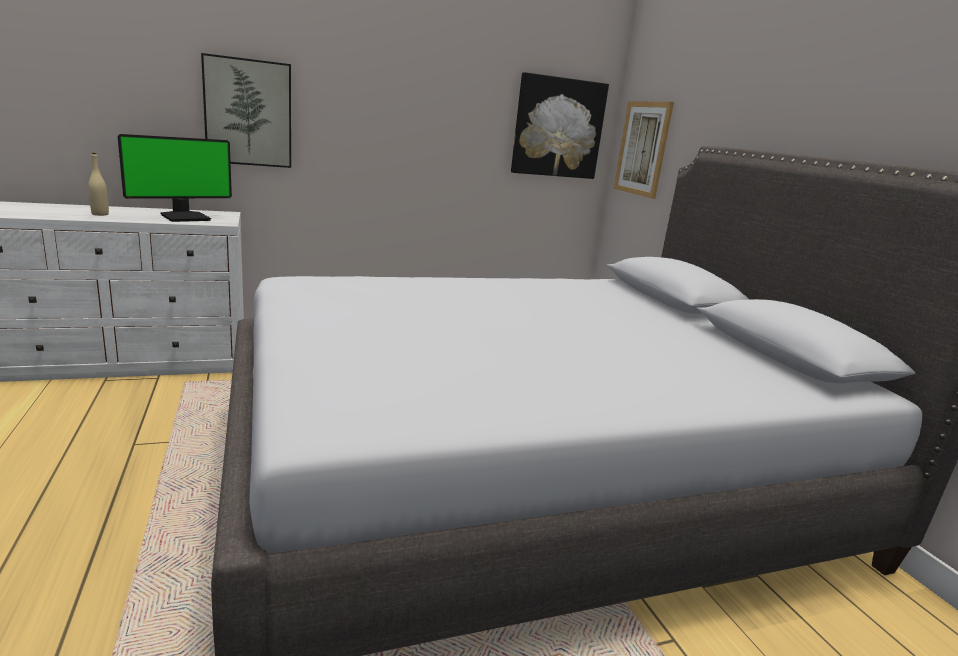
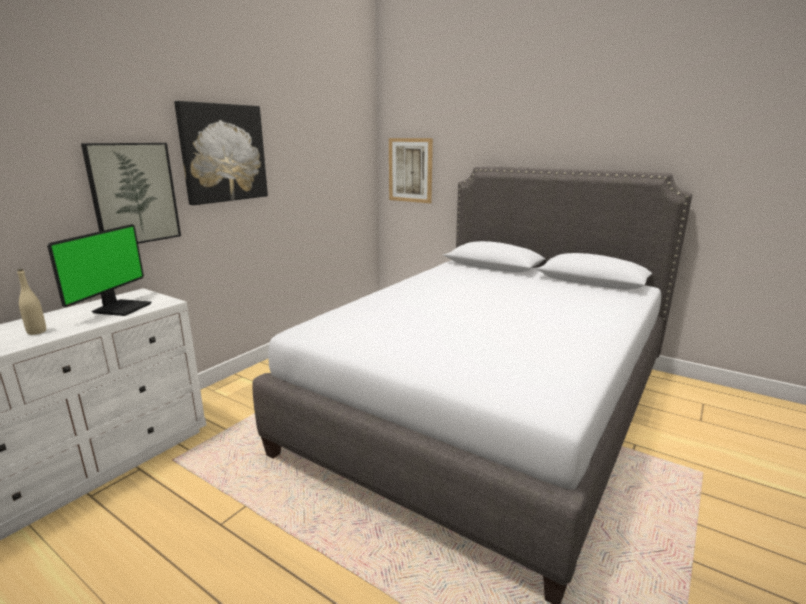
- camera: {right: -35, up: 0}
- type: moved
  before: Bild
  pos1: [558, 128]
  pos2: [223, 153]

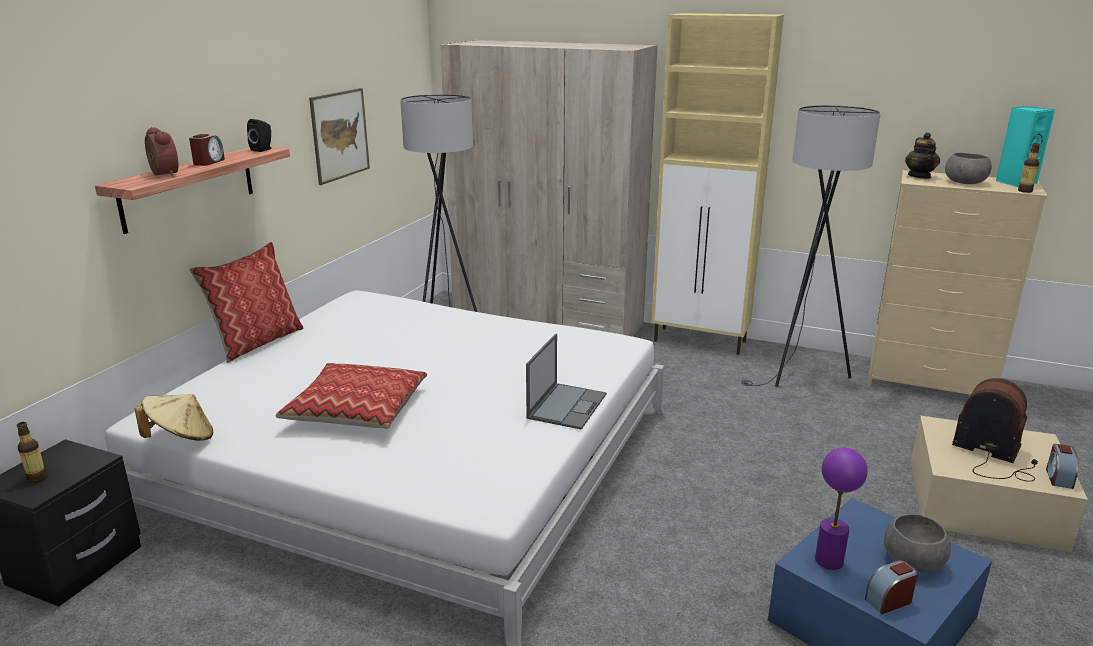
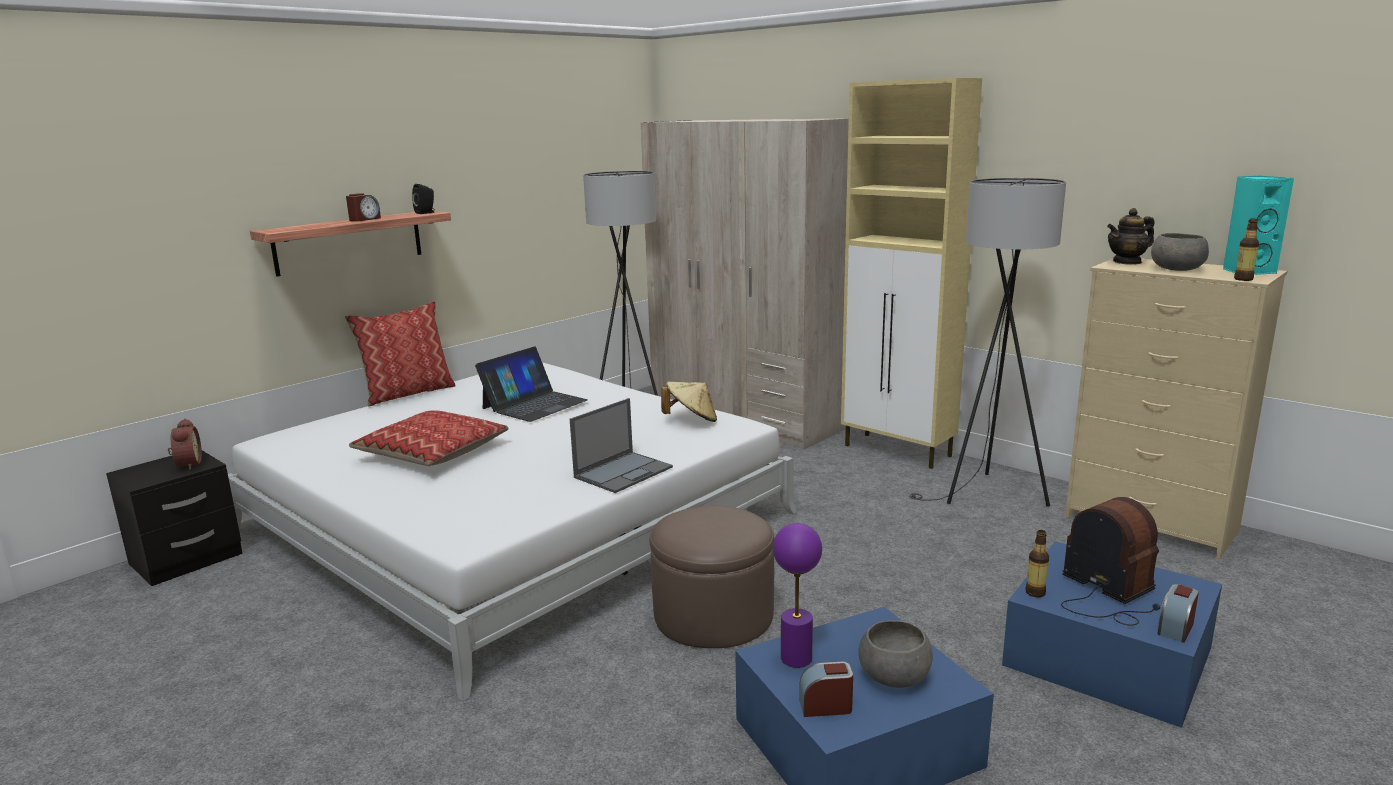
- camera: {right: 20, up: -5}
- type: moved
  before: Flasche
  pos1: [37, 478]
  pos2: [1035, 593]
- type: moved
  before: Hut/beige
  pos1: [181, 438]
  pos2: [691, 420]
- type: moved
  before: Wecker
  pos1: [162, 174]
  pos2: [187, 464]
- type: removed
  before: Bild
  pos1: [340, 135]
- type: turned
  before: Teekanne
  pos1: [919, 176]
  pos2: [1127, 262]
  turn: 45
- type: recoloured
  before: Aufbewahrungsbox/beige
  after: Aufbewahrungsbox/blau
  pos1: [984, 503]
  pos2: [1107, 656]
- type: added
  after: Laptop
  pos2: [534, 404]
- type: added
  after: Polsterhocker/braun
  pos2: [713, 615]

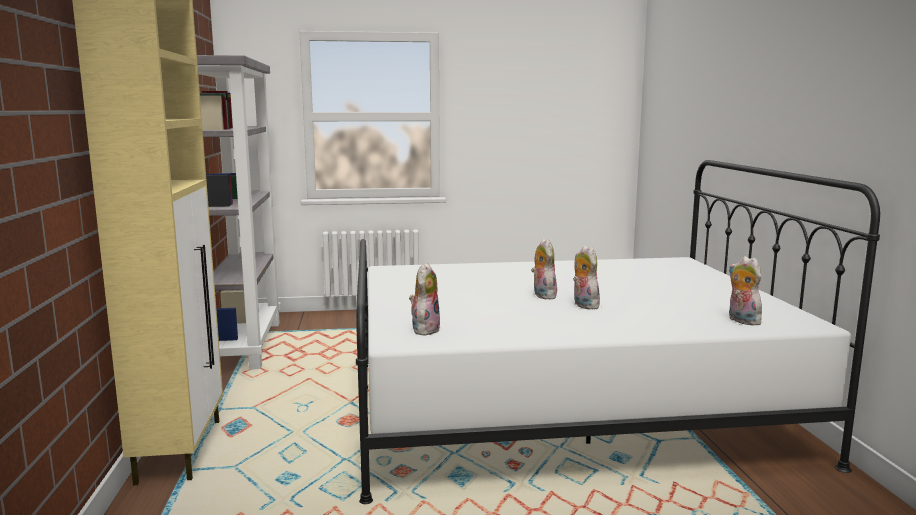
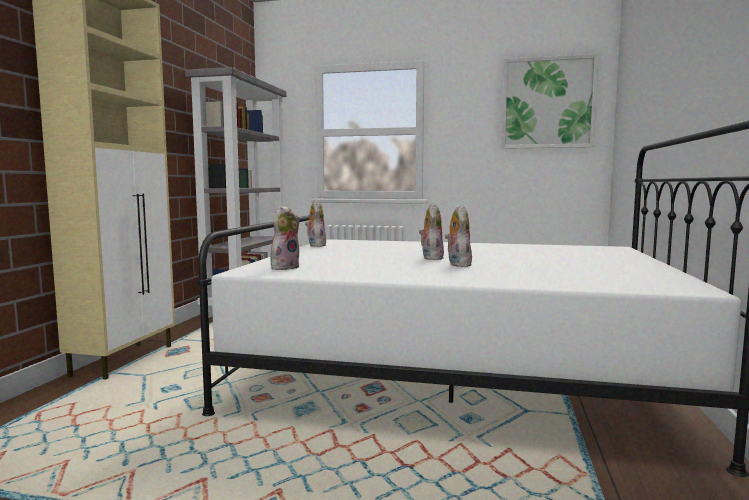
- camera: {right: 20, up: -5}
- type: moved
  before: Plüschtier
  pos1: [741, 321]
  pos2: [315, 245]
- type: added
  after: Bild
  pos2: [548, 103]

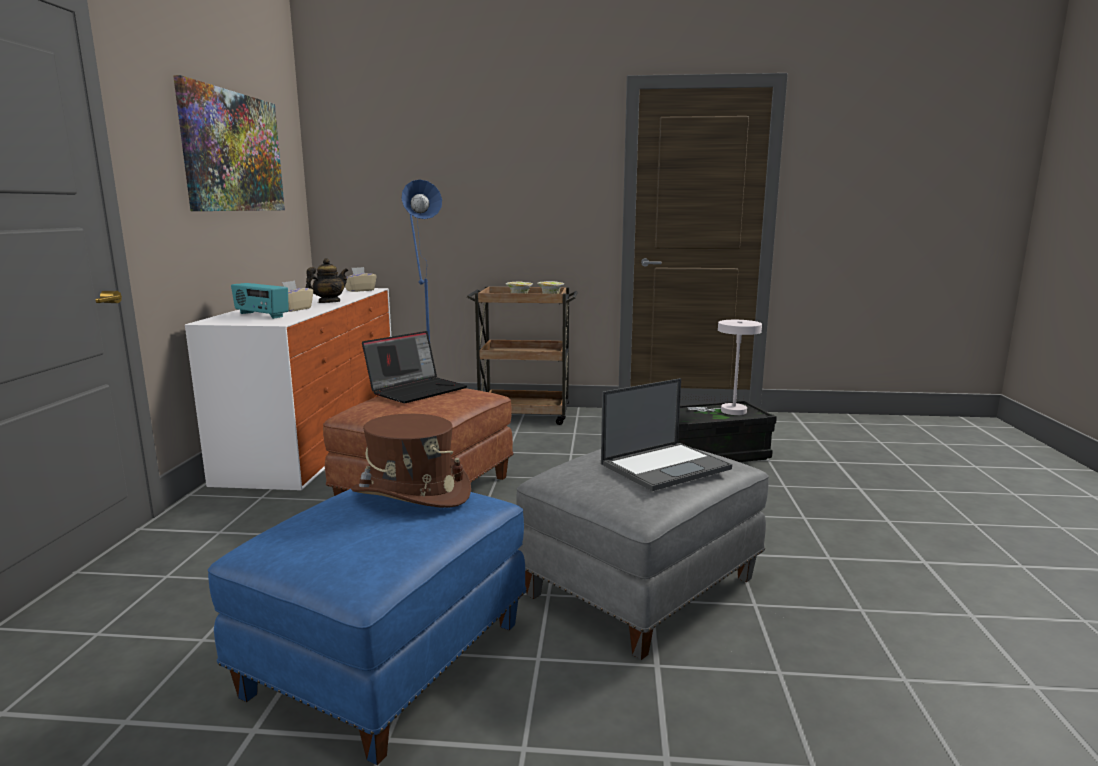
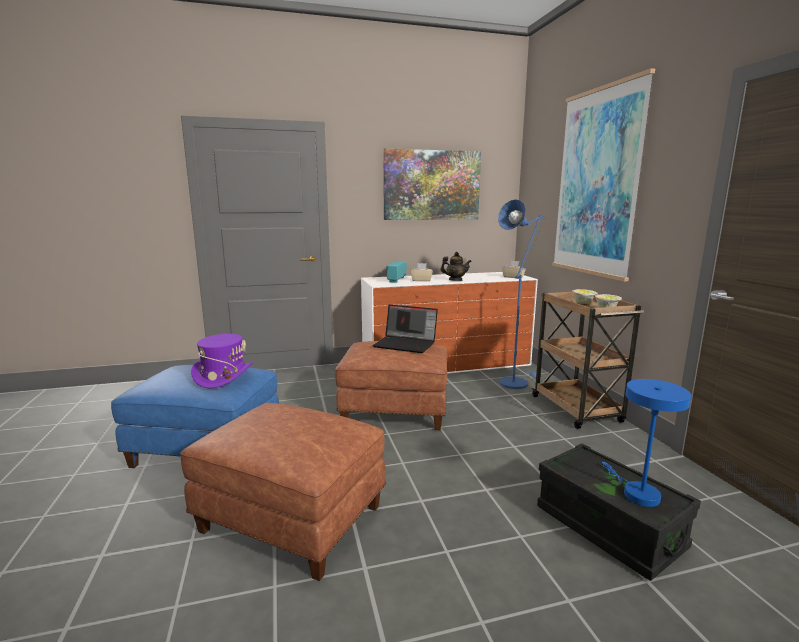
- camera: {right: 70, up: 0}
- type: recoloured
  before: Hut/braun
  after: Hut/lila
  pos1: [411, 493]
  pos2: [223, 376]
- type: recoloured
  before: Polsterhocker/grau
  after: Polsterhocker/braun
  pos1: [641, 585]
  pos2: [294, 518]
- type: removed
  before: Laptop
  pos1: [666, 466]
- type: recoloured
  before: Tischlampe/weiß
  after: Tischlampe/blau
  pos1: [728, 411]
  pos2: [636, 492]
- type: added
  after: Bild
  pos2: [597, 183]

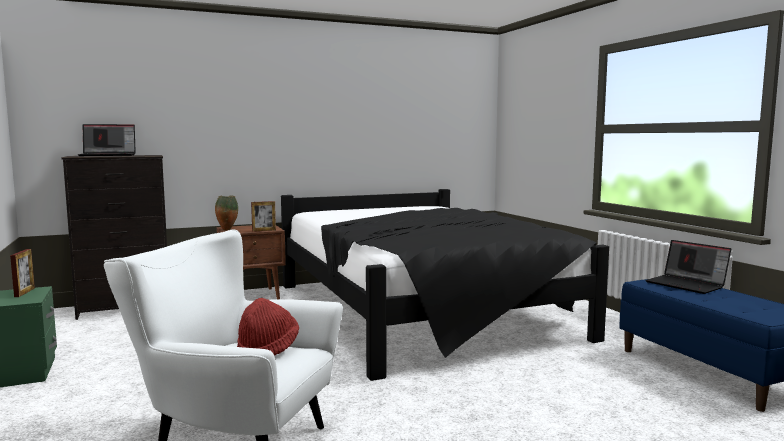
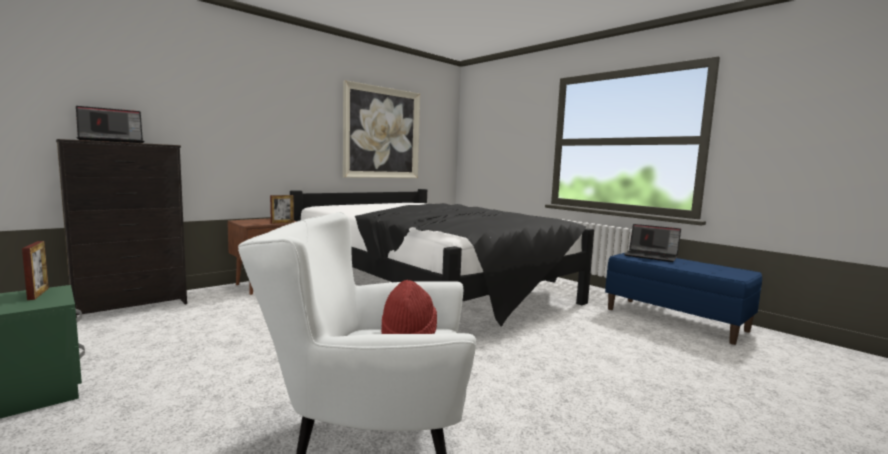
- camera: {right: -20, up: 0}
- type: removed
  before: Vase
  pos1: [227, 229]
- type: added
  after: Bild
  pos2: [382, 133]

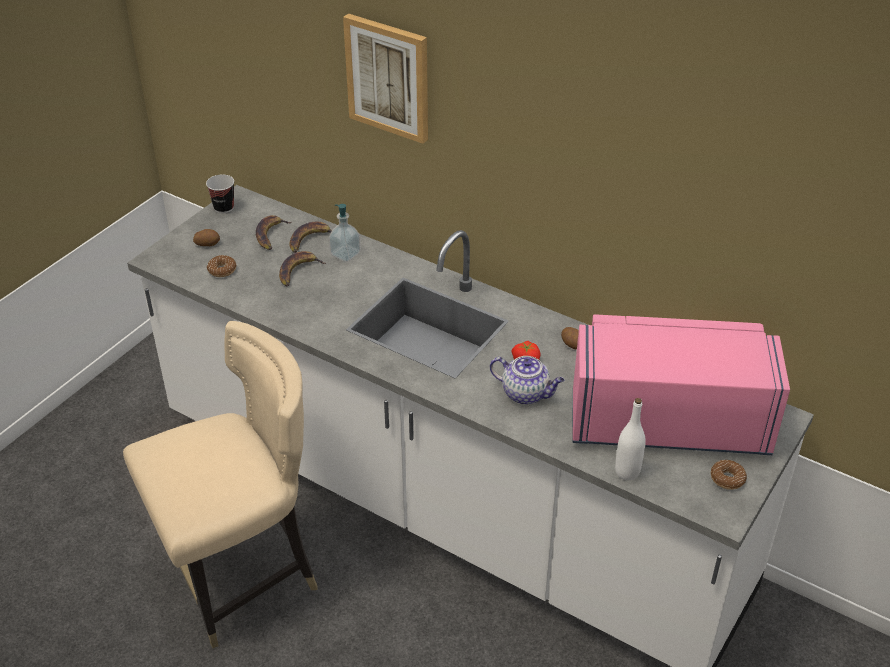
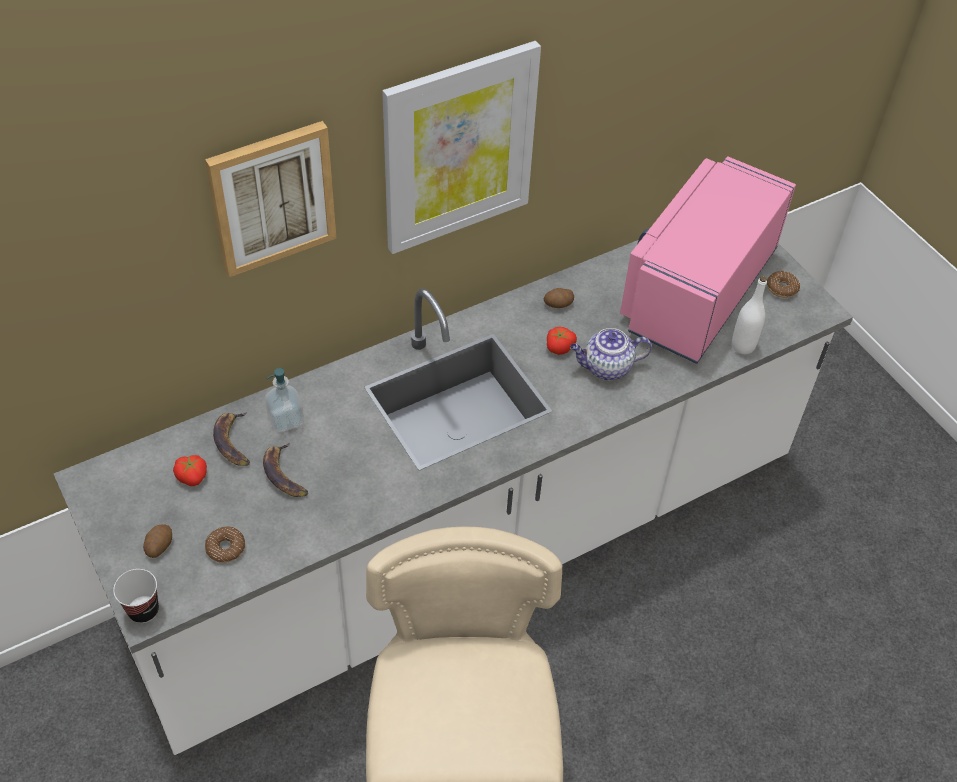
- camera: {right: -65, up: 10}
- type: moved
  before: Tasse
  pos1: [224, 208]
  pos2: [143, 610]
- type: replaced
  before: Banane
  after: Tomate
  pos1: [270, 235]
  pos2: [192, 476]
- type: turned
  before: Teekanne
  pos1: [526, 394]
  pos2: [606, 368]
  turn: -150
- type: added
  after: Bild
  pos2: [458, 148]

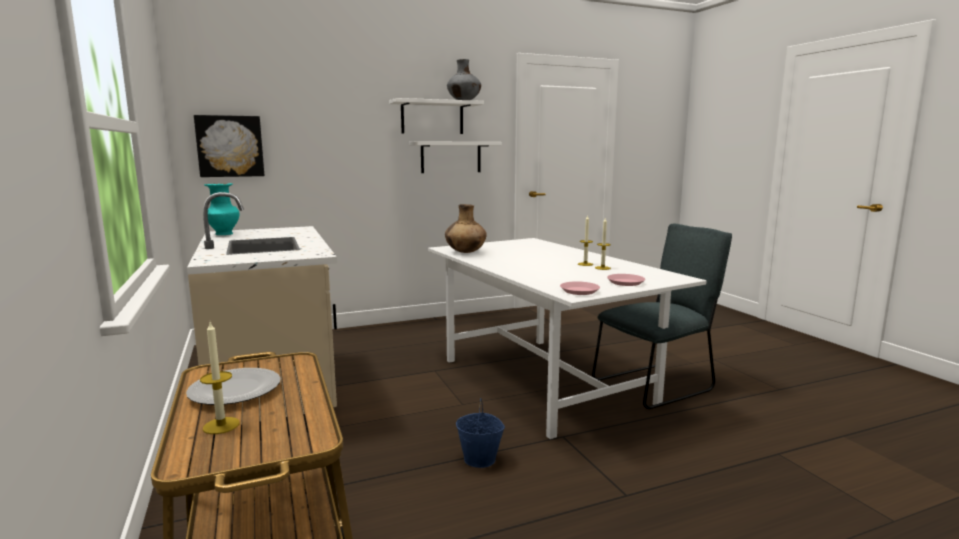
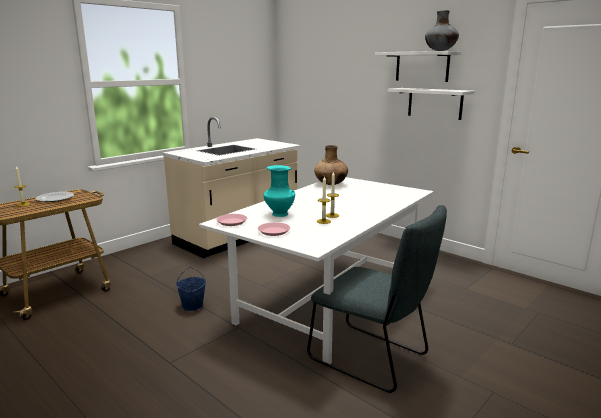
- camera: {right: 65, up: 5}
- type: removed
  before: Bild
  pos1: [230, 146]
- type: moved
  before: Vase/türkis
  pos1: [223, 234]
  pos2: [279, 214]

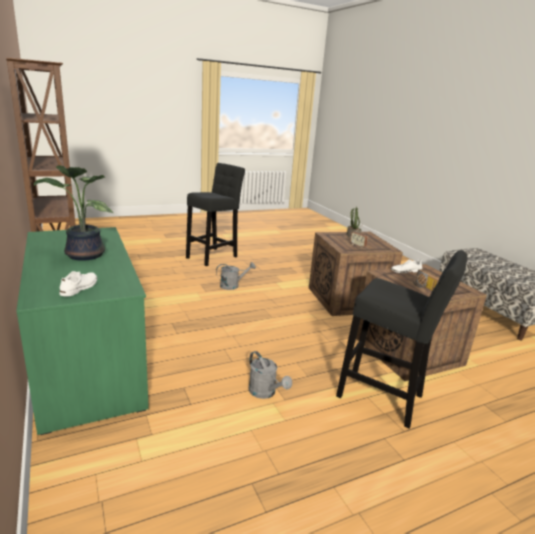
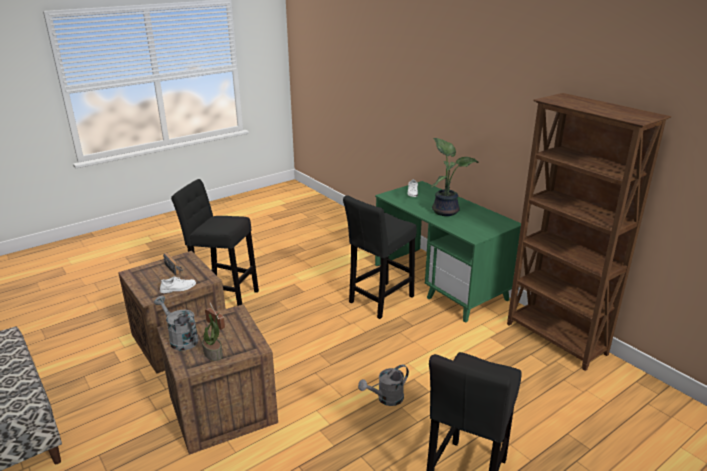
- camera: {right: 170, up: 5}
- type: moved
  before: Gießkanne/grau
  pos1: [265, 393]
  pos2: [180, 339]
- type: added
  after: Hocker/schwarz
  pos2: [379, 301]

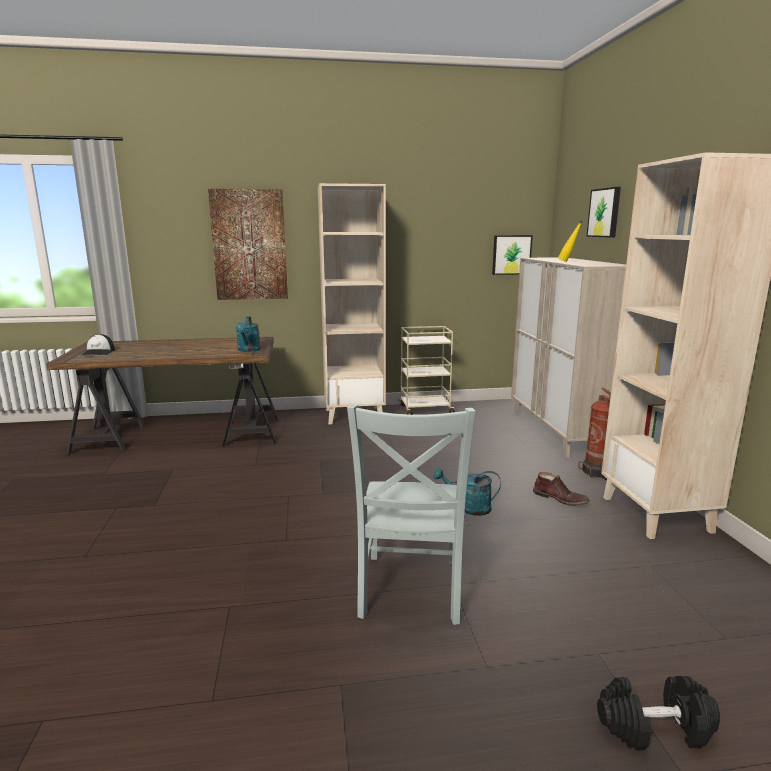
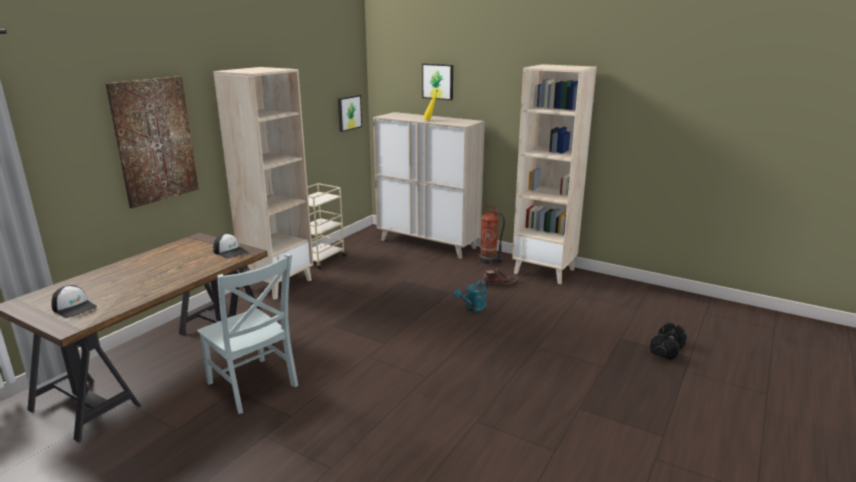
- camera: {right: -50, up: 5}
- type: replaced
  before: Gießkanne/türkis
  after: Kappe
  pos1: [248, 350]
  pos2: [230, 251]
- type: moved
  before: Stuhl/grau
  pos1: [409, 591]
  pos2: [253, 386]

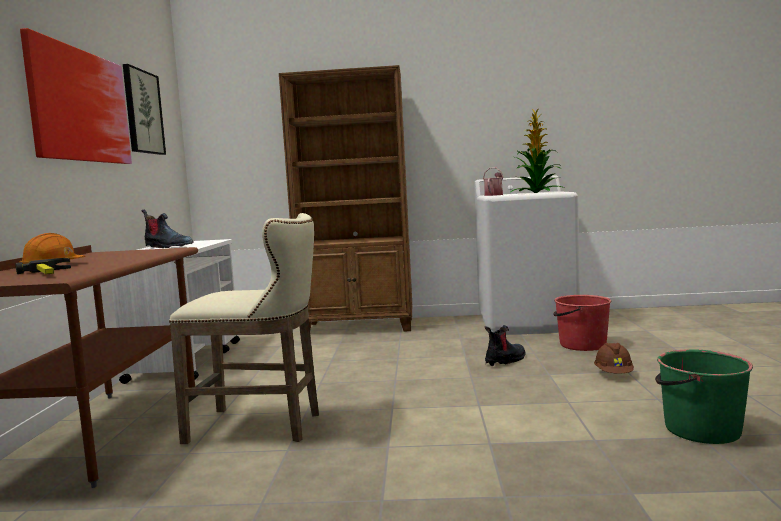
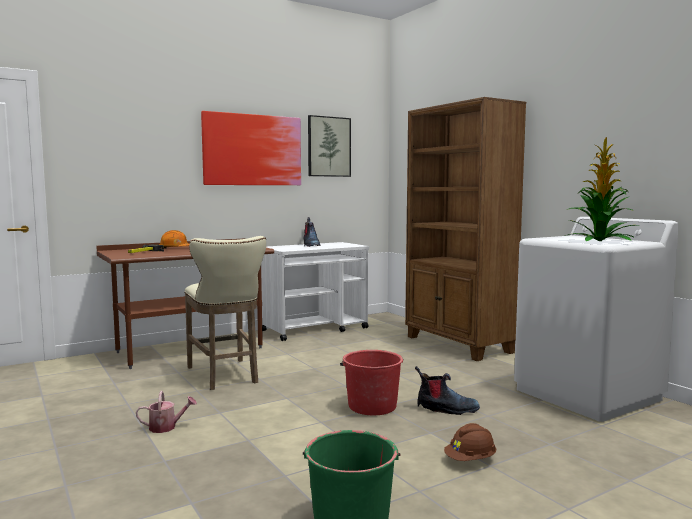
- camera: {right: 55, up: 0}
- type: moved
  before: Gießkanne
  pos1: [494, 195]
  pos2: [166, 427]
- type: moved
  before: Eimer/rot
  pos1: [582, 345]
  pos2: [372, 406]

